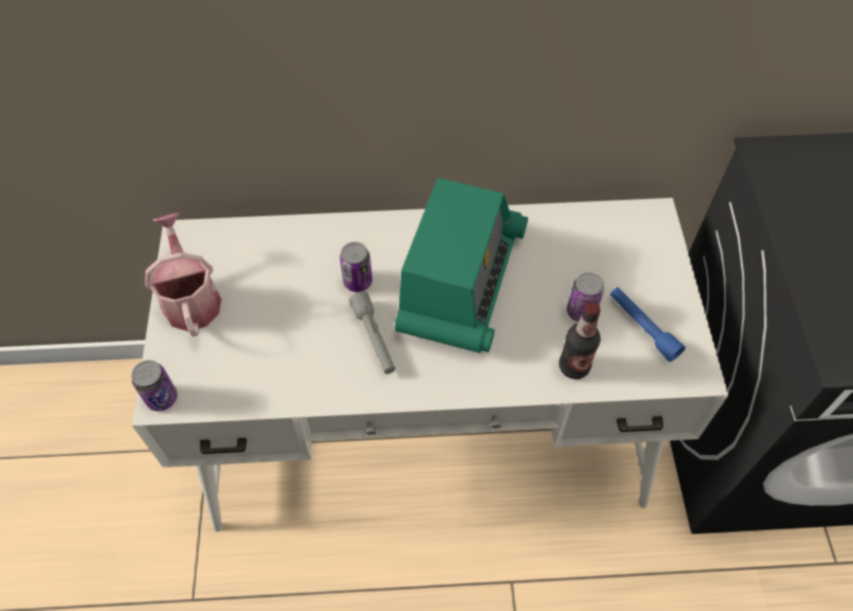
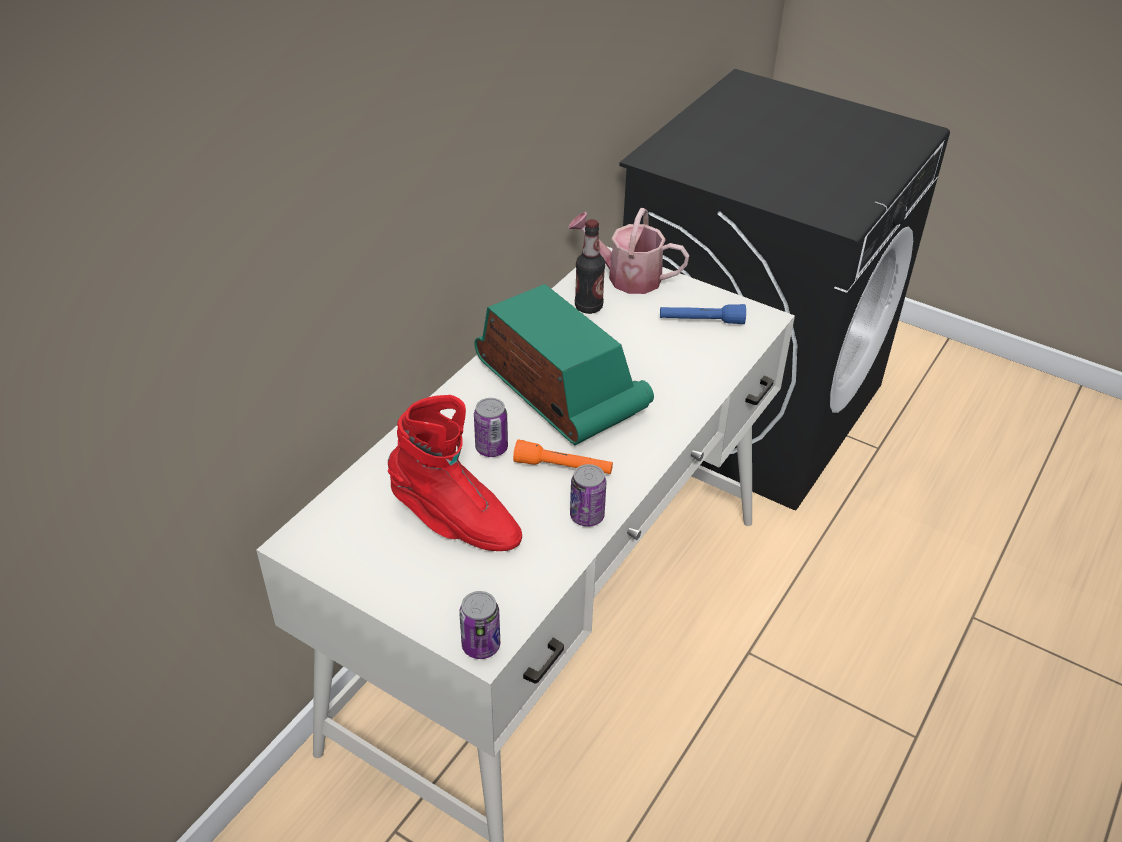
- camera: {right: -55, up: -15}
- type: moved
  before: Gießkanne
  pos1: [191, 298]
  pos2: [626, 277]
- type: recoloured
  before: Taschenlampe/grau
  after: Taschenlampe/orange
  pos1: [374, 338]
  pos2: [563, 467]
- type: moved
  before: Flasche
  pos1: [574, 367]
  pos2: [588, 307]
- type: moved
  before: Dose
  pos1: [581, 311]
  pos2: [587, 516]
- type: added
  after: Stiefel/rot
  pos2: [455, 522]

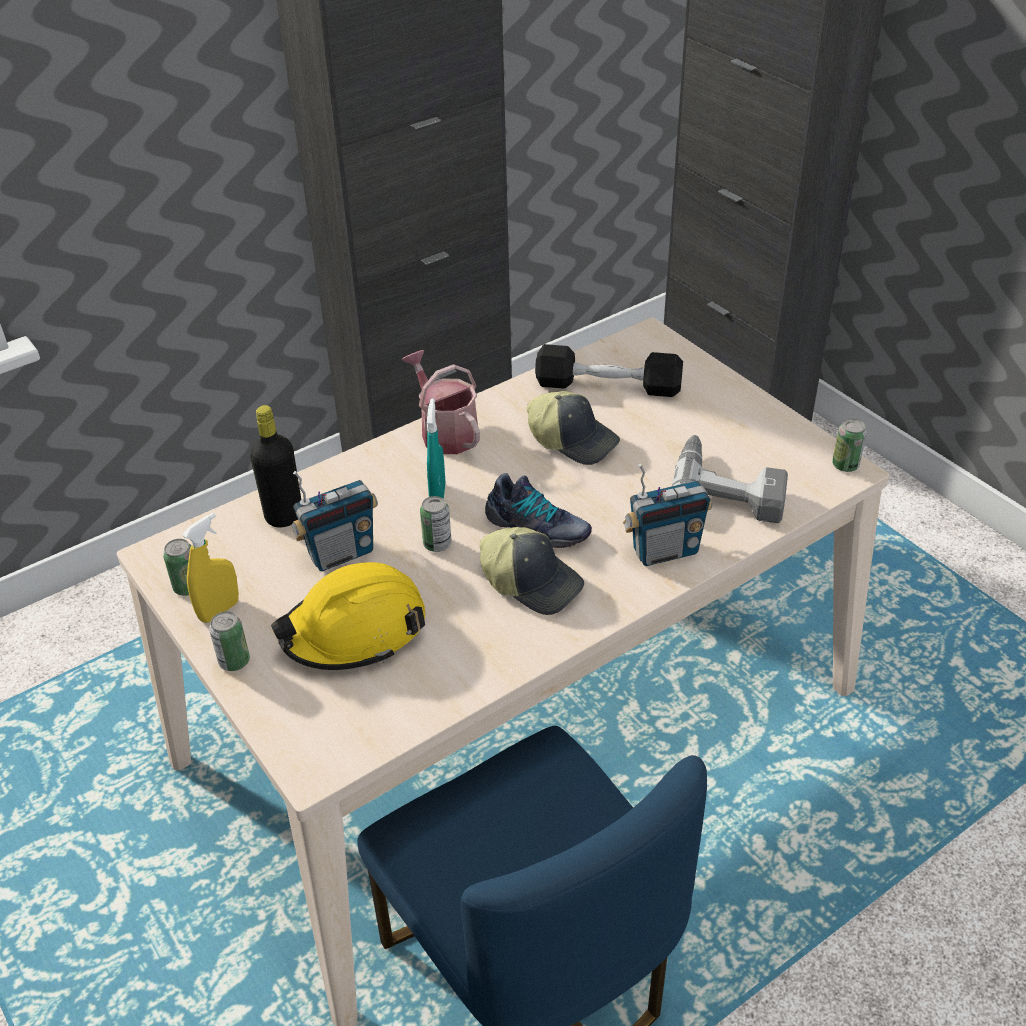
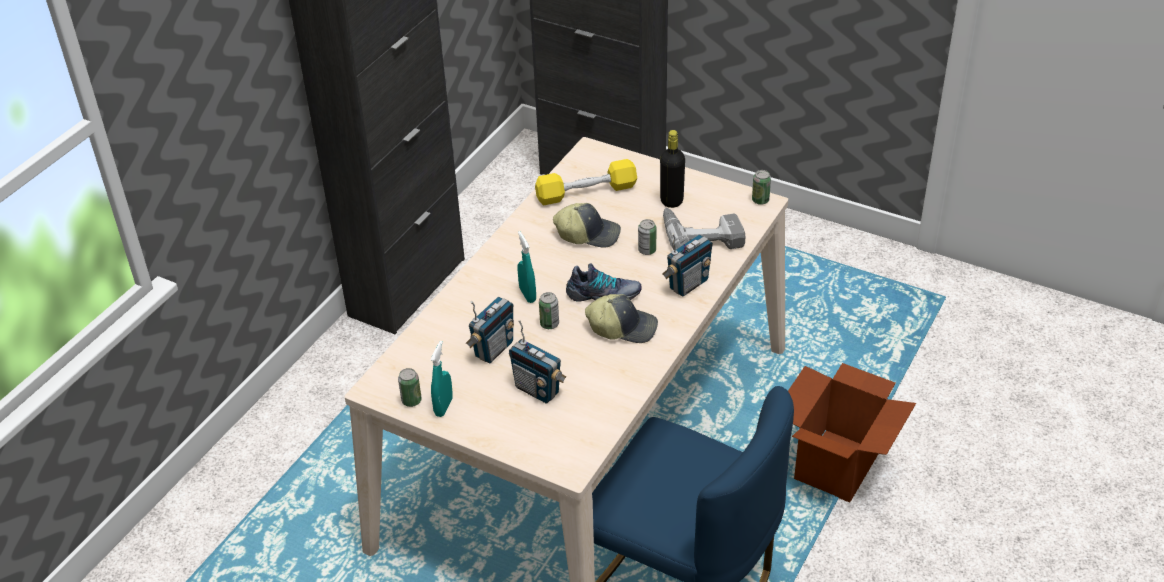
- camera: {right: -25, up: 0}
- type: recoloured
  before: Sprühflasche/gelb
  after: Sprühflasche/türkis
  pos1: [219, 610]
  pos2: [443, 407]
- type: moved
  before: Dose
  pos1: [234, 661]
  pos2: [647, 250]
- type: moved
  before: Flasche/schwarz
  pos1: [284, 516]
  pos2: [671, 201]
- type: replaced
  before: Schutzhelm/gelb
  after: Radio
  pos1: [354, 631]
  pos2: [537, 390]
- type: removed
  before: Gießkanne
  pos1: [445, 432]
- type: recoloured
  before: Hantel/schwarz
  after: Hantel/gelb
  pos1: [608, 386]
  pos2: [586, 192]
- type: added
  after: Karton
  pos2: [836, 465]

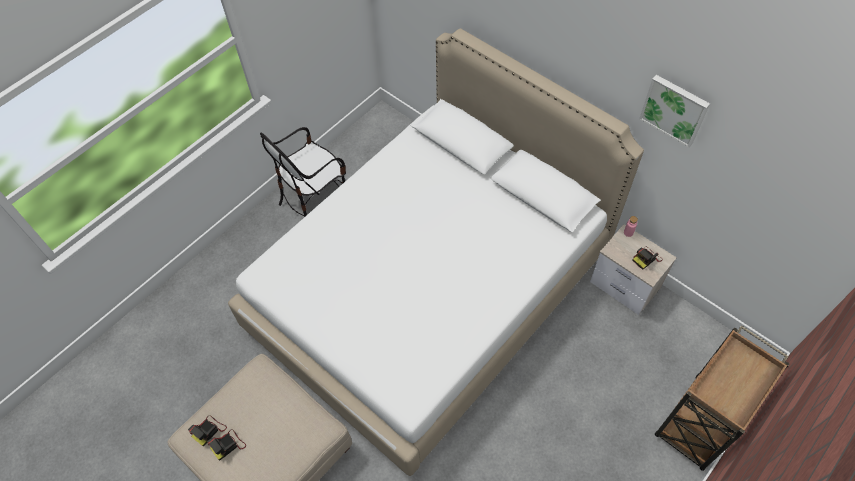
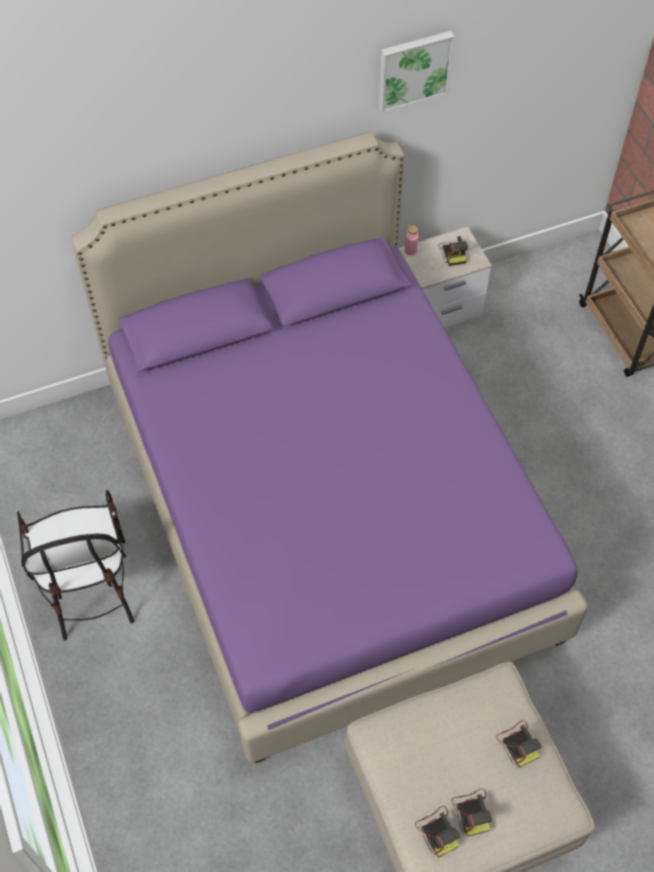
- camera: {right: -65, up: 0}
- type: recoloured
  before: Bett/weiß
  after: Bett/lila
  pos1: [429, 291]
  pos2: [326, 509]
- type: added
  after: Kamera
  pos2: [518, 744]

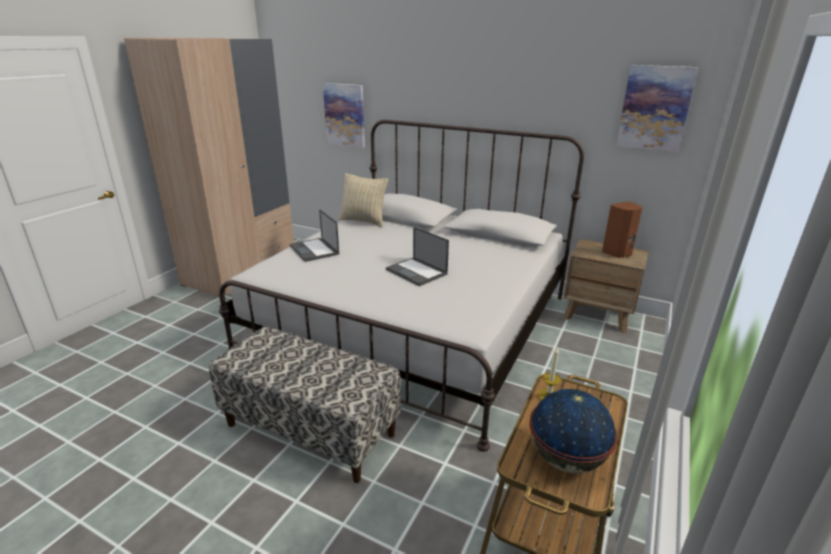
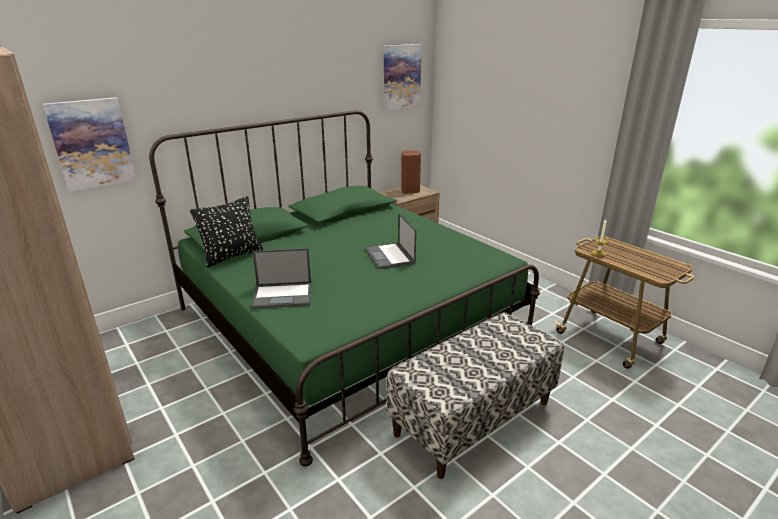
- camera: {right: -65, up: 0}
- type: recoloured
  before: Bett/weiß
  after: Bett/grün
  pos1: [413, 324]
  pos2: [347, 322]
- type: recoloured
  before: Kissen/beige
  after: Kissen/schwarz
  pos1: [363, 221]
  pos2: [232, 256]
- type: turned
  before: Laptop
  pos1: [417, 272]
  pos2: [390, 256]
  turn: 90
- type: removed
  before: Globus
  pos1: [565, 459]

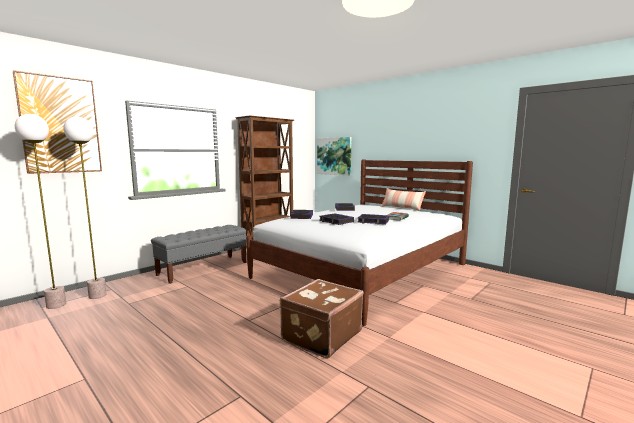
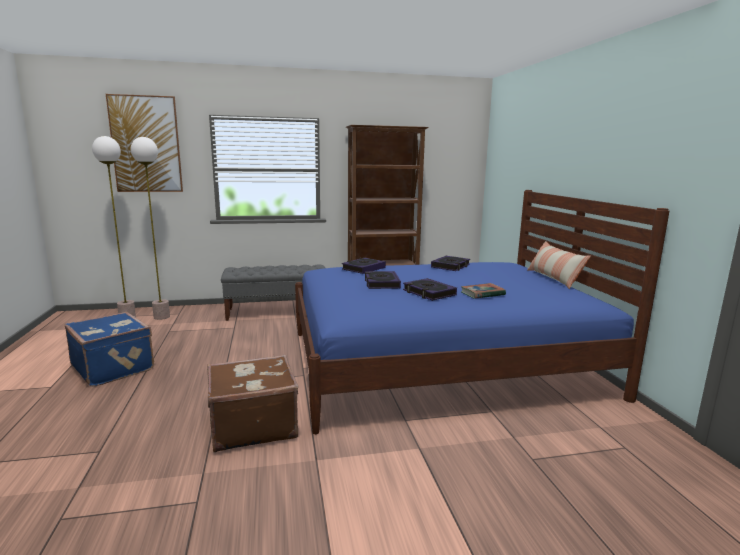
- camera: {right: 35, up: 5}
- type: recoloured
  before: Bett/weiß
  after: Bett/blau
  pos1: [362, 271]
  pos2: [441, 363]
- type: removed
  before: Bild
  pos1: [334, 156]
- type: added
  after: Koffer/blau
  pos2: [114, 367]

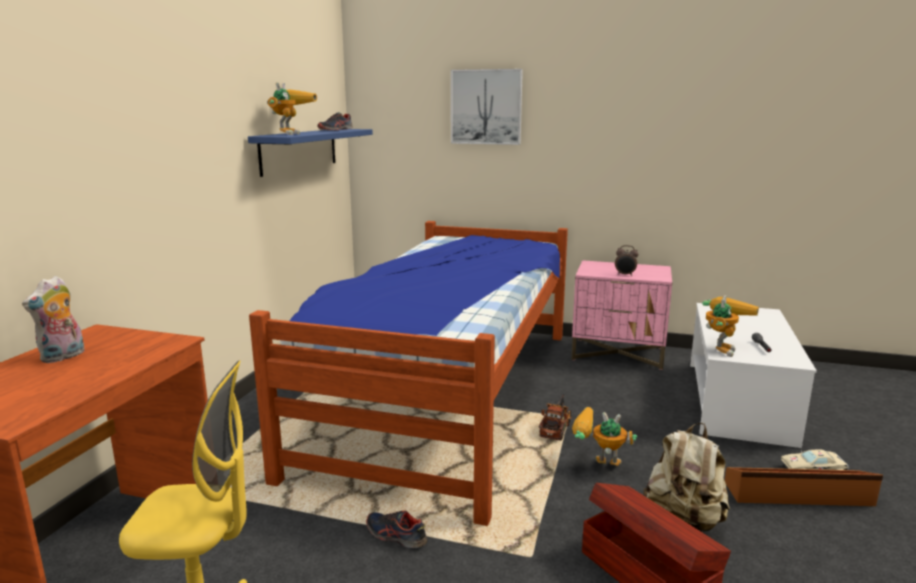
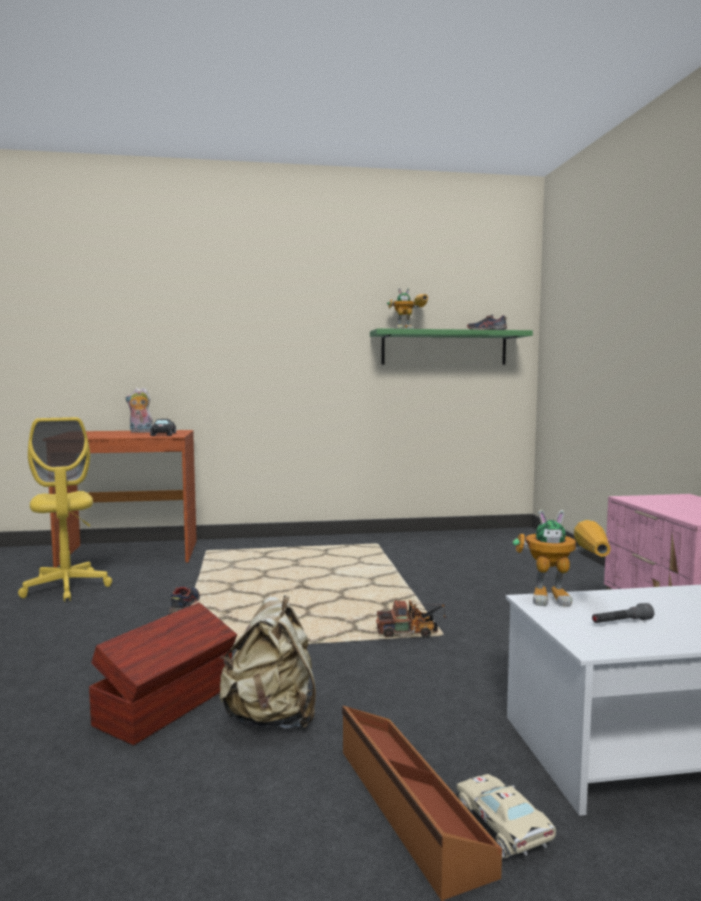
- camera: {right: 65, up: -10}
- type: recoloured
  before: Wandregal/blau
  after: Wandregal/grün
  pos1: [299, 150]
  pos2: [444, 348]
- type: removed
  before: Bett
  pos1: [447, 393]
- type: removed
  before: Bild
  pos1: [486, 107]
- type: removed
  before: Spielzeugroboter
  pos1: [596, 466]
- type: removed
  before: Wecker
  pos1: [625, 275]
- type: added
  after: Spielzeugauto/schwarz
  pos2: [163, 434]

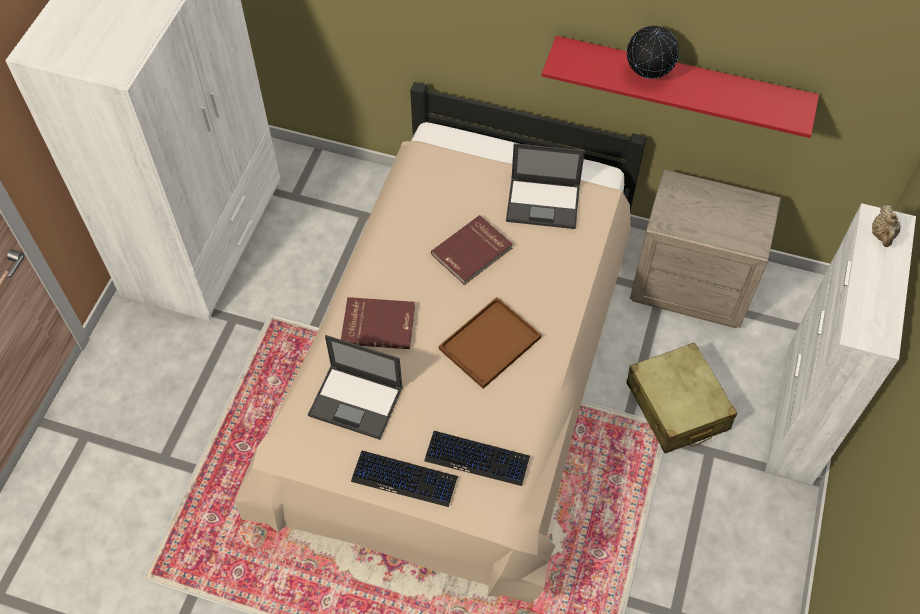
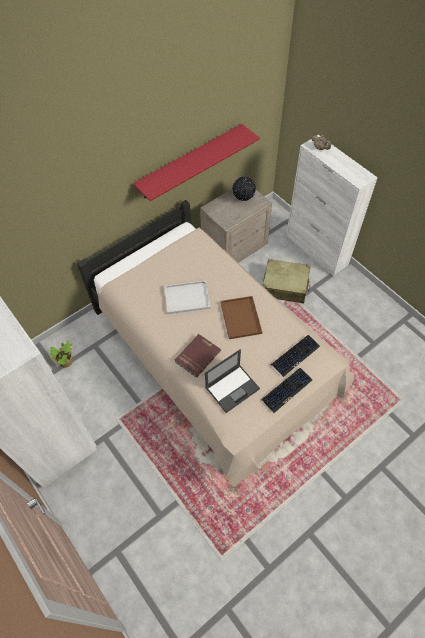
- camera: {right: -55, up: 0}
- type: replaced
  before: Buch/rot
  after: Tablett/weiß
  pos1: [472, 252]
  pos2: [187, 297]
- type: removed
  before: Laptop
  pos1: [544, 203]
- type: moved
  before: Globus
  pos1: [648, 76]
  pos2: [243, 199]
- type: added
  after: Topfpflanze
  pos2: [66, 362]

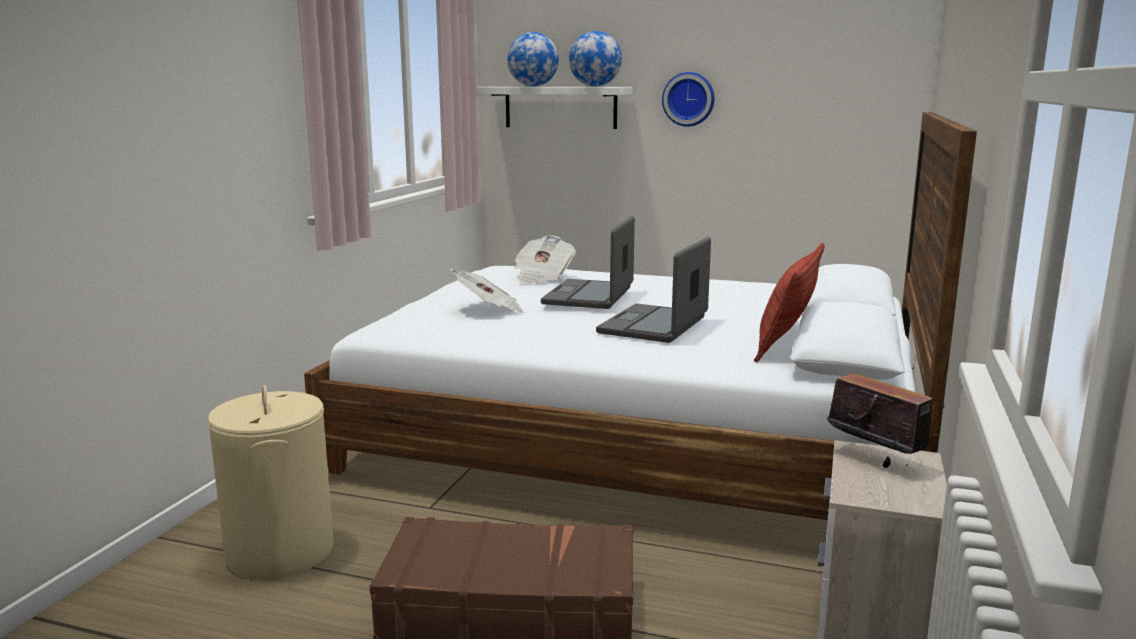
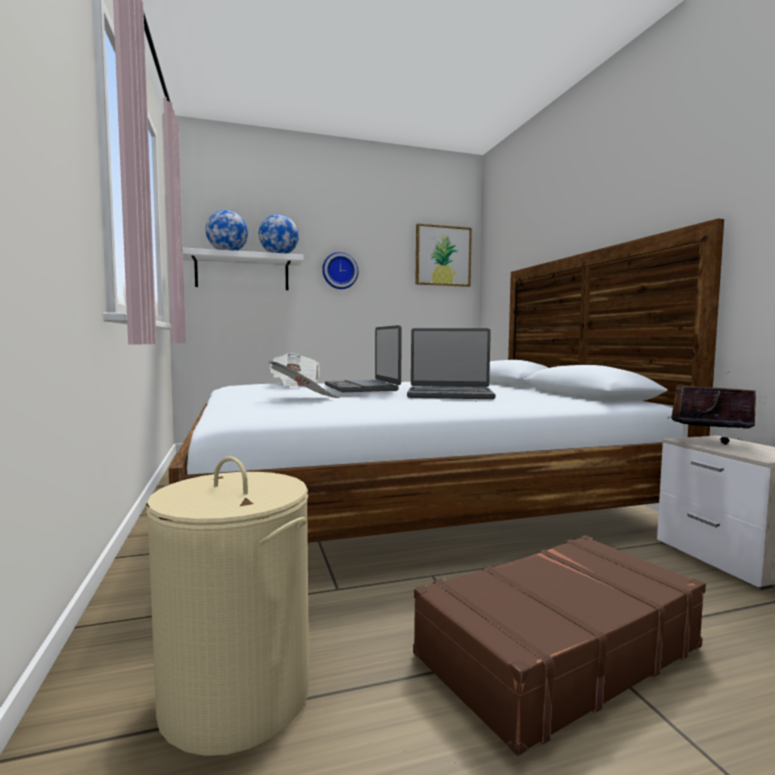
- camera: {right: -35, up: -10}
- type: turned
  before: Laptop
  pos1: [654, 325]
  pos2: [450, 395]
  turn: -75
- type: removed
  before: Kissen
  pos1: [786, 341]
- type: added
  after: Bild
  pos2: [443, 256]

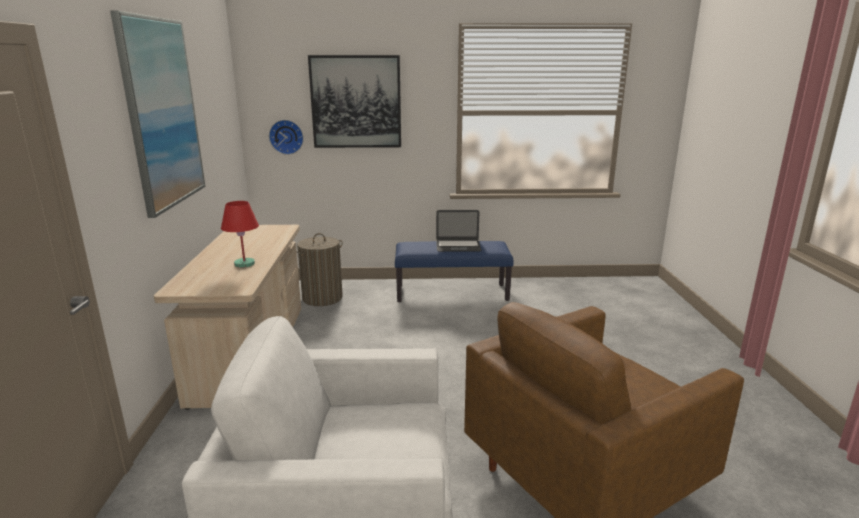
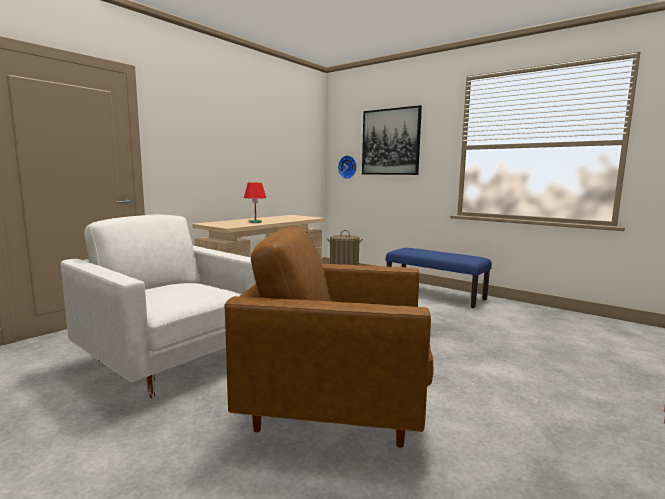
- camera: {right: 40, up: -10}
- type: removed
  before: Bild
  pos1: [162, 113]
- type: removed
  before: Laptop
  pos1: [458, 246]

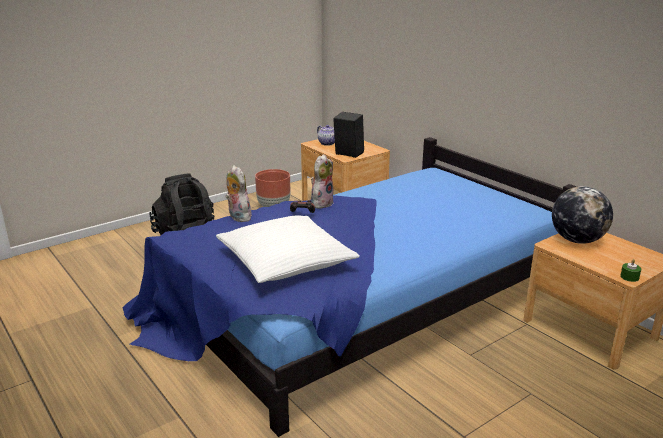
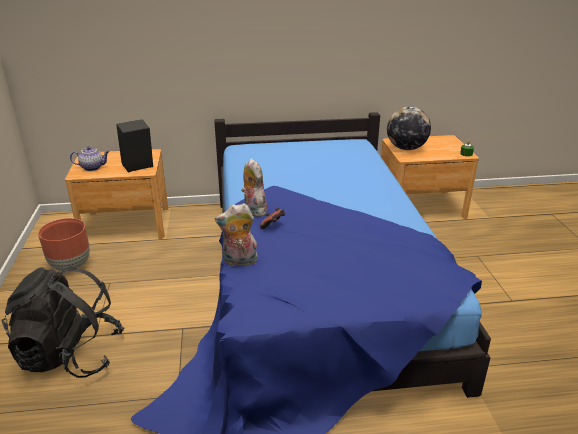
- camera: {right: -60, up: 5}
- type: removed
  before: Kissen/weiß
  pos1: [285, 261]

